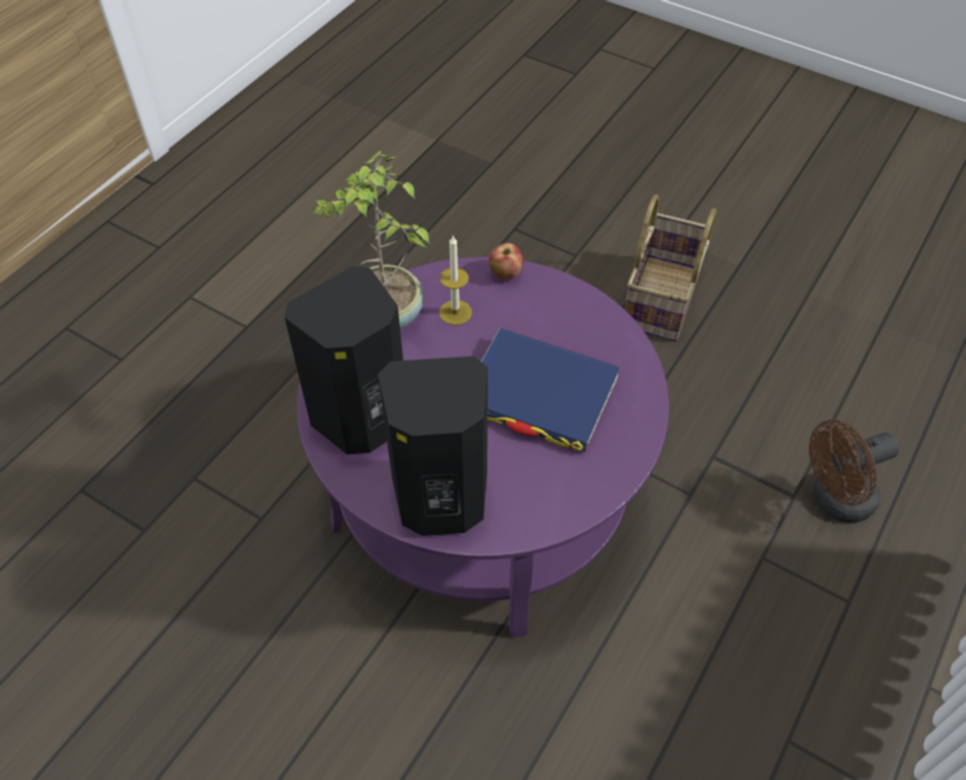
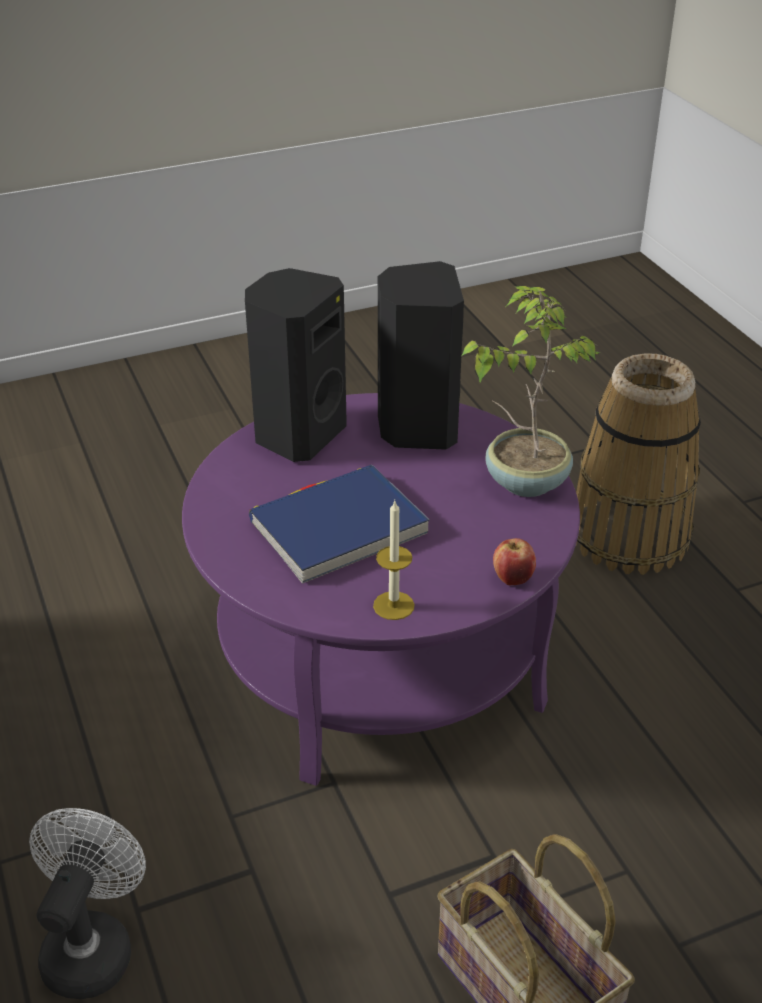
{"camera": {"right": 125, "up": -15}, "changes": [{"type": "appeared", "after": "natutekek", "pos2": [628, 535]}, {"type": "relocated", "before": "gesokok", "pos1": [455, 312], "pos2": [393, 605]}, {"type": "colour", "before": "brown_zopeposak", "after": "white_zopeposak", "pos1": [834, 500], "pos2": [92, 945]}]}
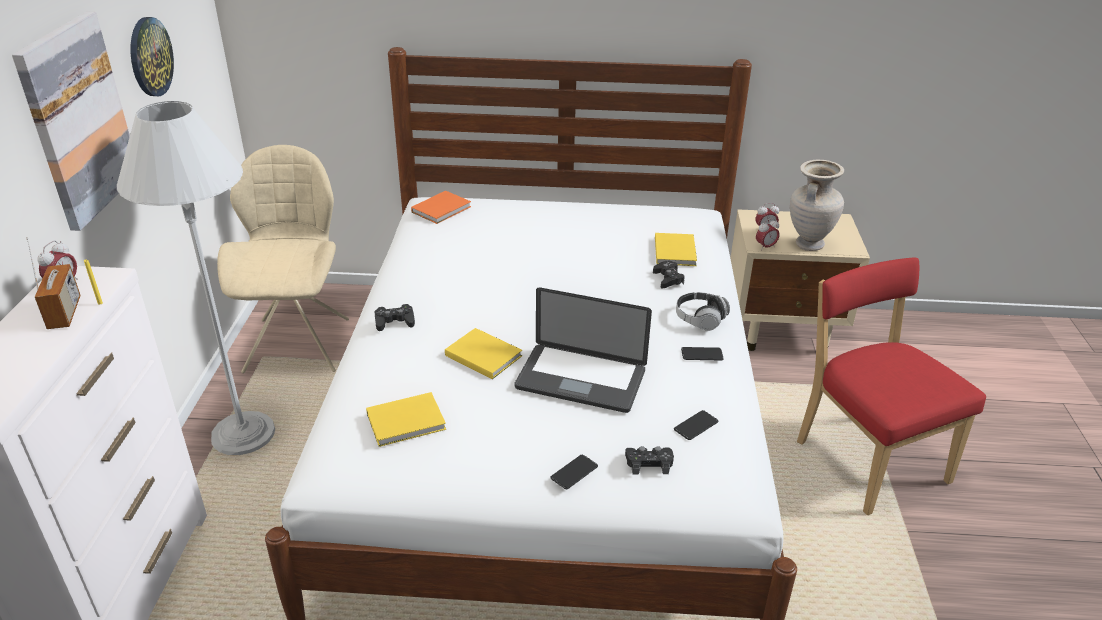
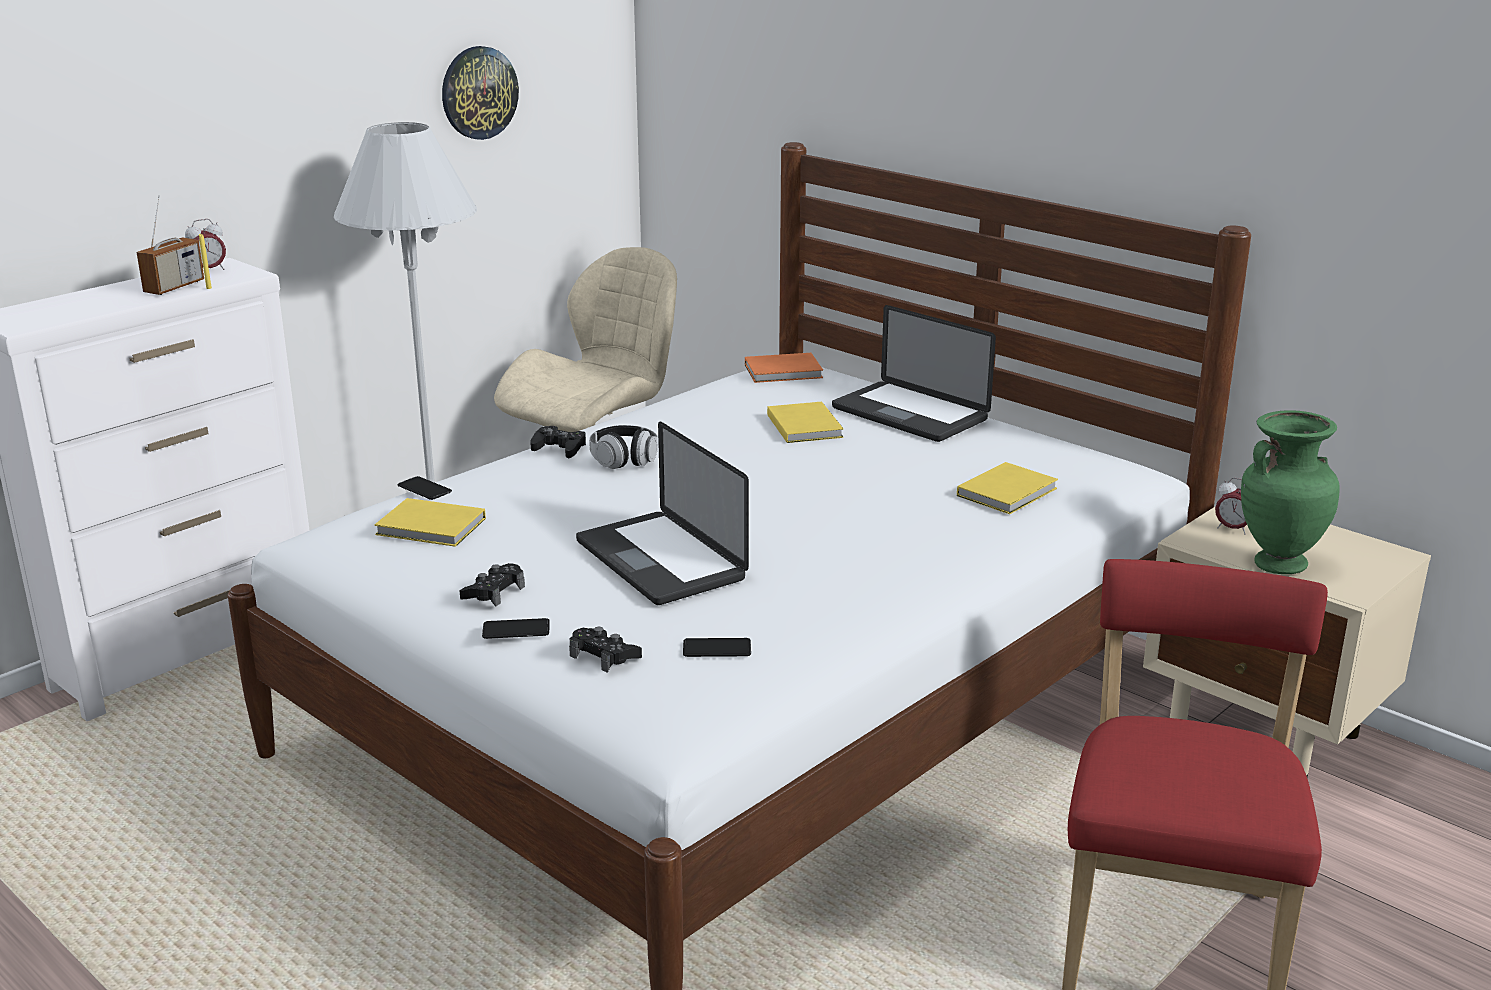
{"camera": {"right": 40, "up": -10}, "changes": [{"type": "missing", "before": "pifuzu", "pos1": [77, 120]}, {"type": "missing", "before": "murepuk", "pos1": [765, 247]}, {"type": "appeared", "after": "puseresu", "pos2": [909, 414]}, {"type": "relocated", "before": "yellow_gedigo", "pos1": [482, 354], "pos2": [805, 425]}, {"type": "relocated", "before": "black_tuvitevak", "pos1": [668, 279], "pos2": [493, 592]}, {"type": "relocated", "before": "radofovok", "pos1": [700, 319], "pos2": [624, 459]}, {"type": "relocated", "before": "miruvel", "pos1": [702, 354], "pos2": [424, 489]}, {"type": "colour", "before": "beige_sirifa", "after": "green_sirifa", "pos1": [808, 244], "pos2": [1277, 564]}]}
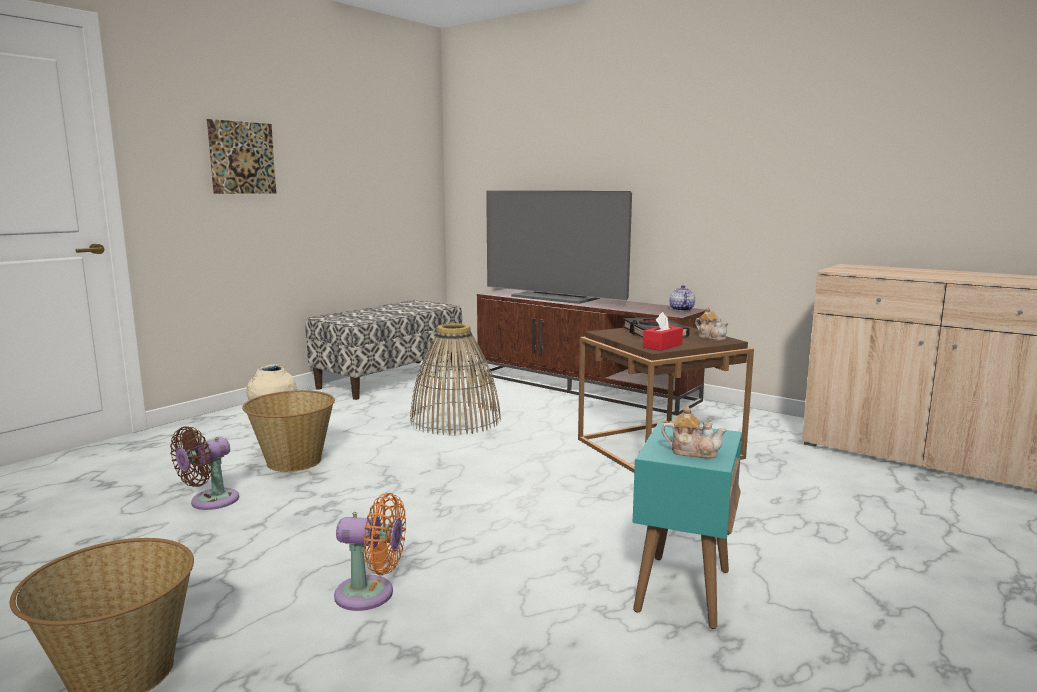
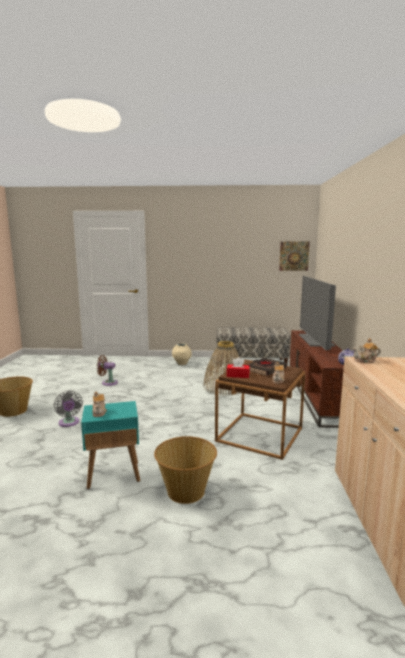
{"camera": {"right": 55, "up": 0}, "changes": [{"type": "appeared", "after": "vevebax", "pos2": [365, 361]}, {"type": "relocated", "before": "pifuzu", "pos1": [242, 157], "pos2": [294, 256]}, {"type": "relocated", "before": "natutekek", "pos1": [293, 461], "pos2": [186, 491]}, {"type": "colour", "before": "orange_zopeposak", "after": "grey_zopeposak", "pos1": [370, 594], "pos2": [69, 423]}]}
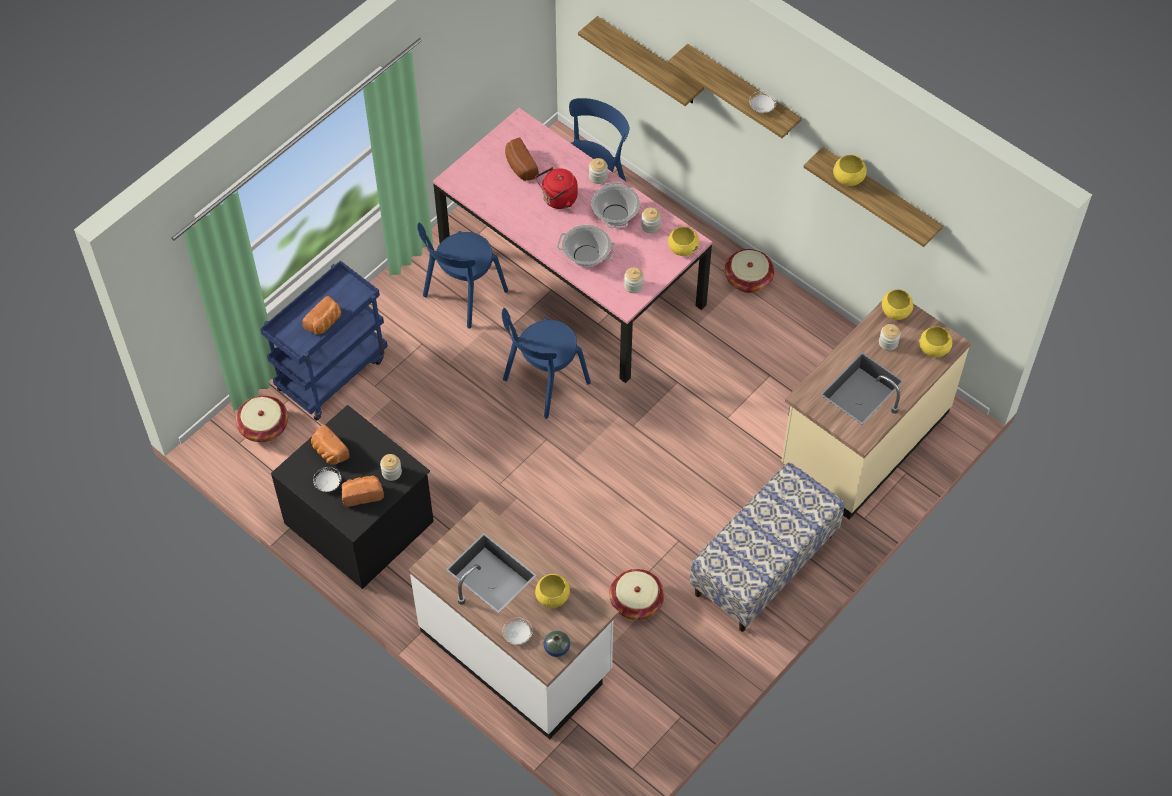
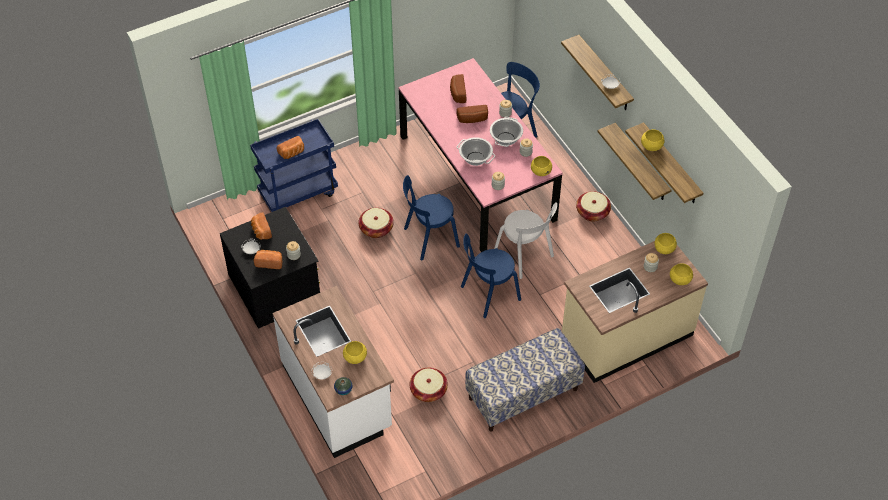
{"camera": {"right": 20, "up": -5}, "changes": [{"type": "appeared", "after": "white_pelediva", "pos2": [525, 256]}, {"type": "relocated", "before": "natutekek", "pos1": [264, 427], "pos2": [376, 229]}, {"type": "relocated", "before": "blue_pelediva", "pos1": [462, 295], "pos2": [488, 294]}, {"type": "relocated", "before": "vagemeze", "pos1": [649, 62], "pos2": [641, 163]}, {"type": "exchanged", "before": "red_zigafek", "after": "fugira", "pos1": [557, 199], "pos2": [472, 119]}]}
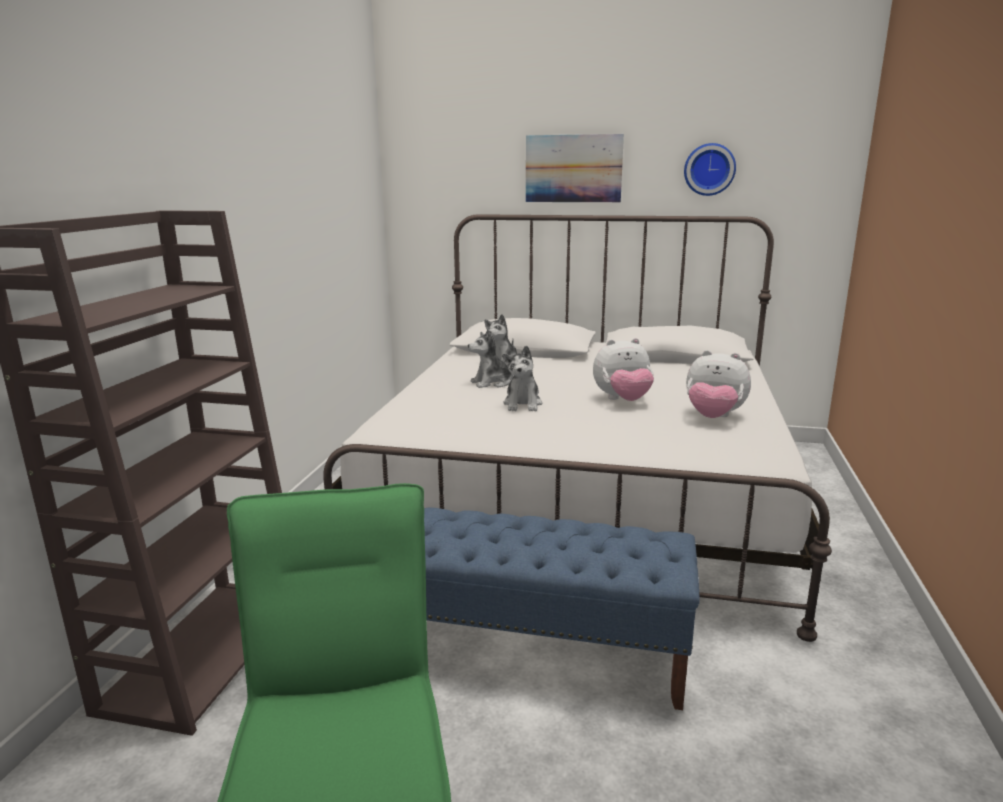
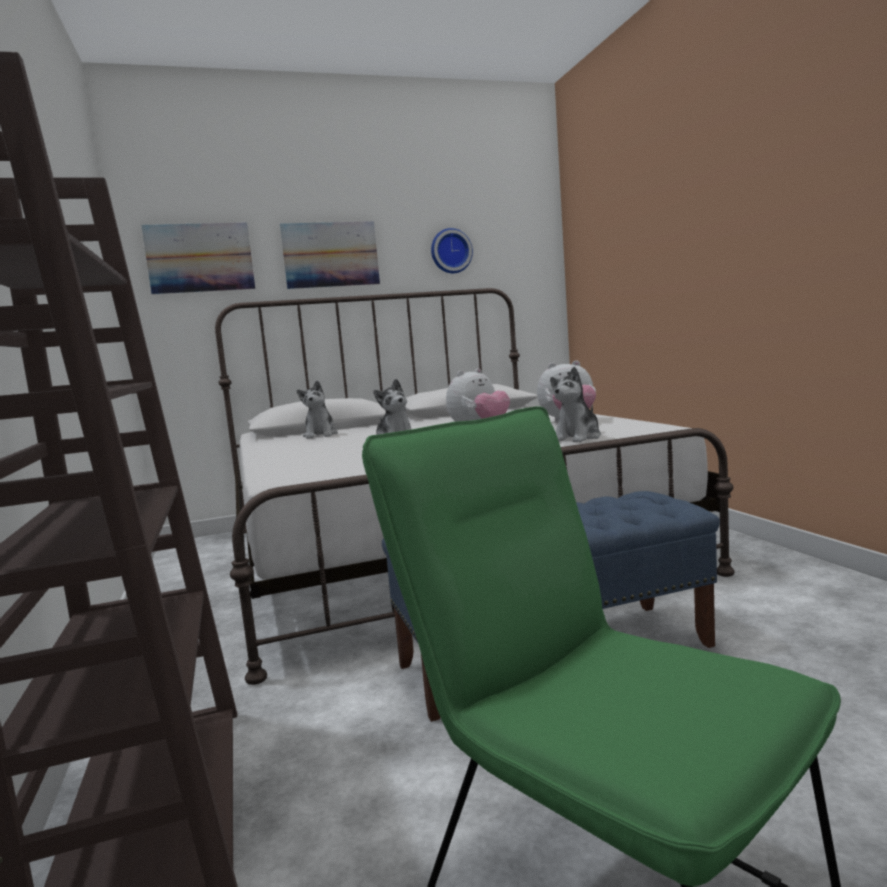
{"camera": {"right": -30, "up": -10}, "changes": [{"type": "appeared", "after": "pifuzu", "pos2": [200, 258]}, {"type": "relocated", "before": "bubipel", "pos1": [493, 383], "pos2": [577, 438]}]}
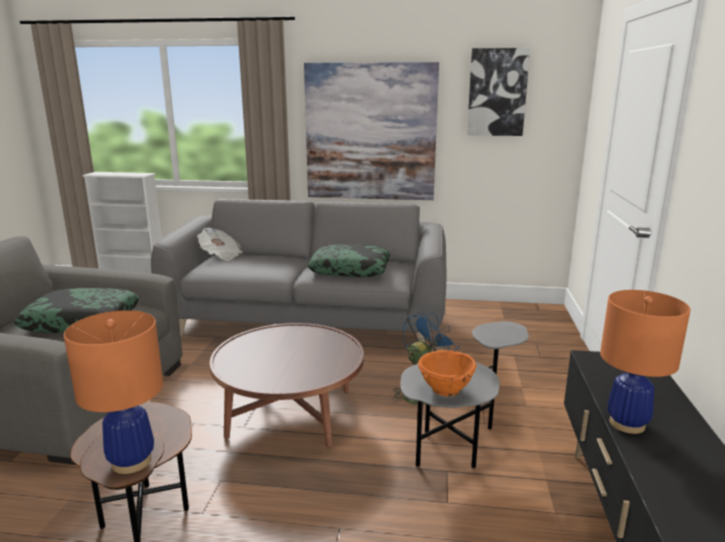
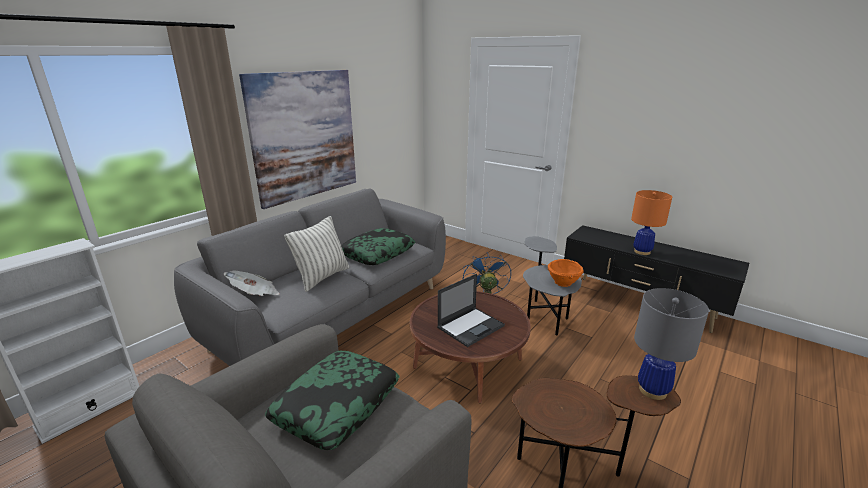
{"camera": {"right": -60, "up": 5}, "changes": [{"type": "missing", "before": "pifuzu", "pos1": [497, 92]}, {"type": "appeared", "after": "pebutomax", "pos2": [322, 277]}, {"type": "appeared", "after": "puseresu", "pos2": [471, 326]}, {"type": "colour", "before": "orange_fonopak", "after": "grey_fonopak", "pos1": [131, 461], "pos2": [652, 390]}]}
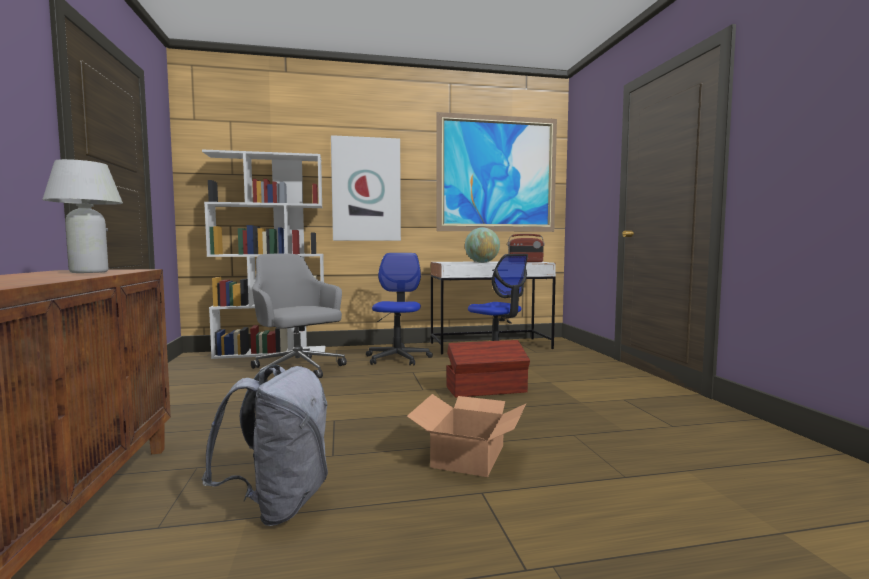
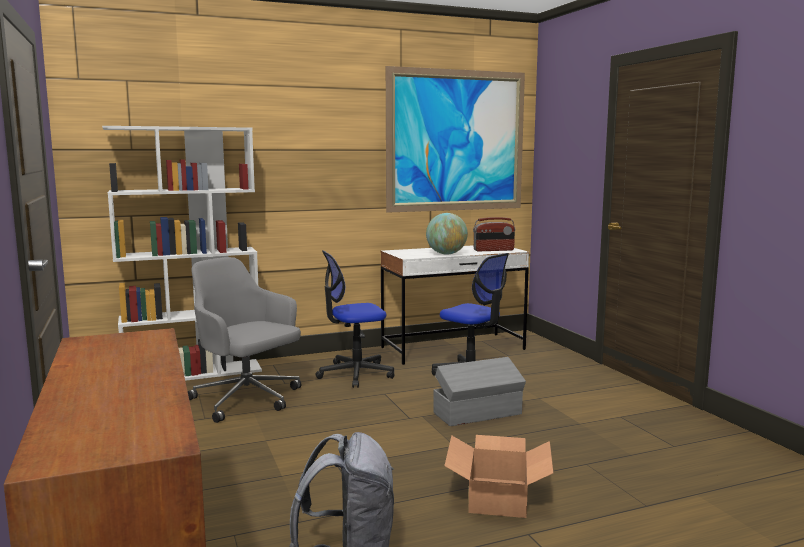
{"camera": {"right": -10, "up": 5}, "changes": [{"type": "missing", "before": "white_fonopak", "pos1": [89, 272]}, {"type": "missing", "before": "pifuzu", "pos1": [366, 189]}, {"type": "colour", "before": "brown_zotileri", "after": "grey_zotileri", "pos1": [487, 390], "pos2": [479, 414]}, {"type": "spun", "before": "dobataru", "pos1": [397, 358], "pos2": [355, 374], "turn": -105}]}
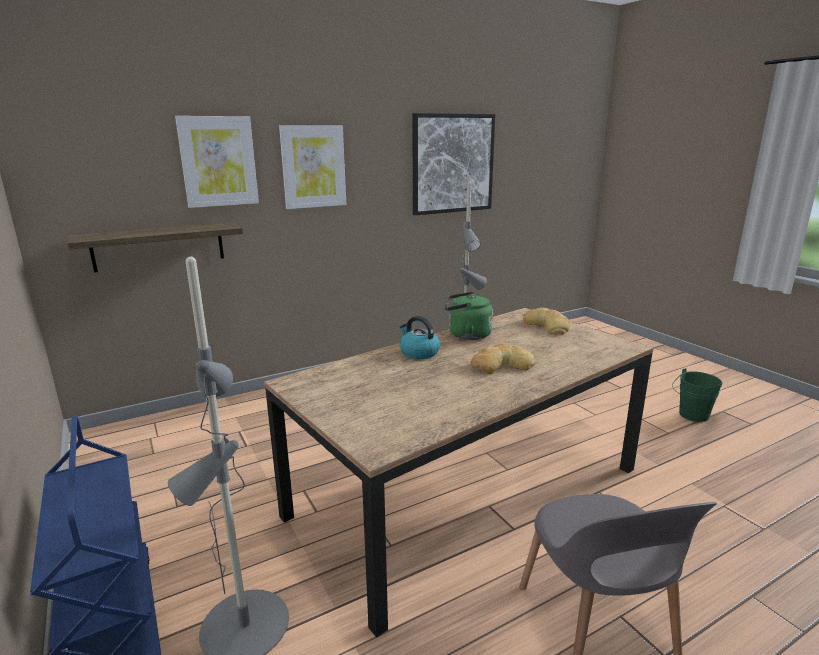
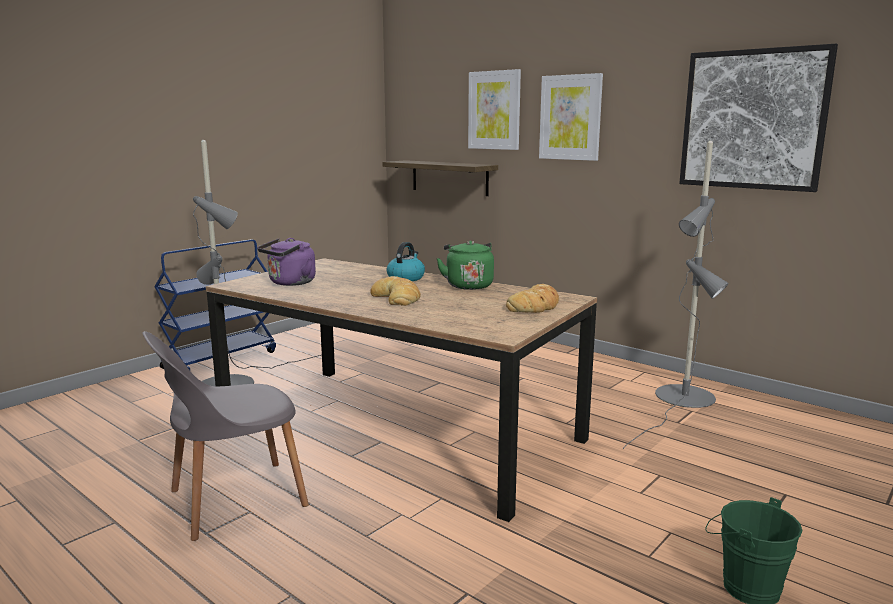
{"camera": {"right": 70, "up": -5}, "changes": [{"type": "appeared", "after": "purple_zigafek", "pos2": [290, 283]}]}
